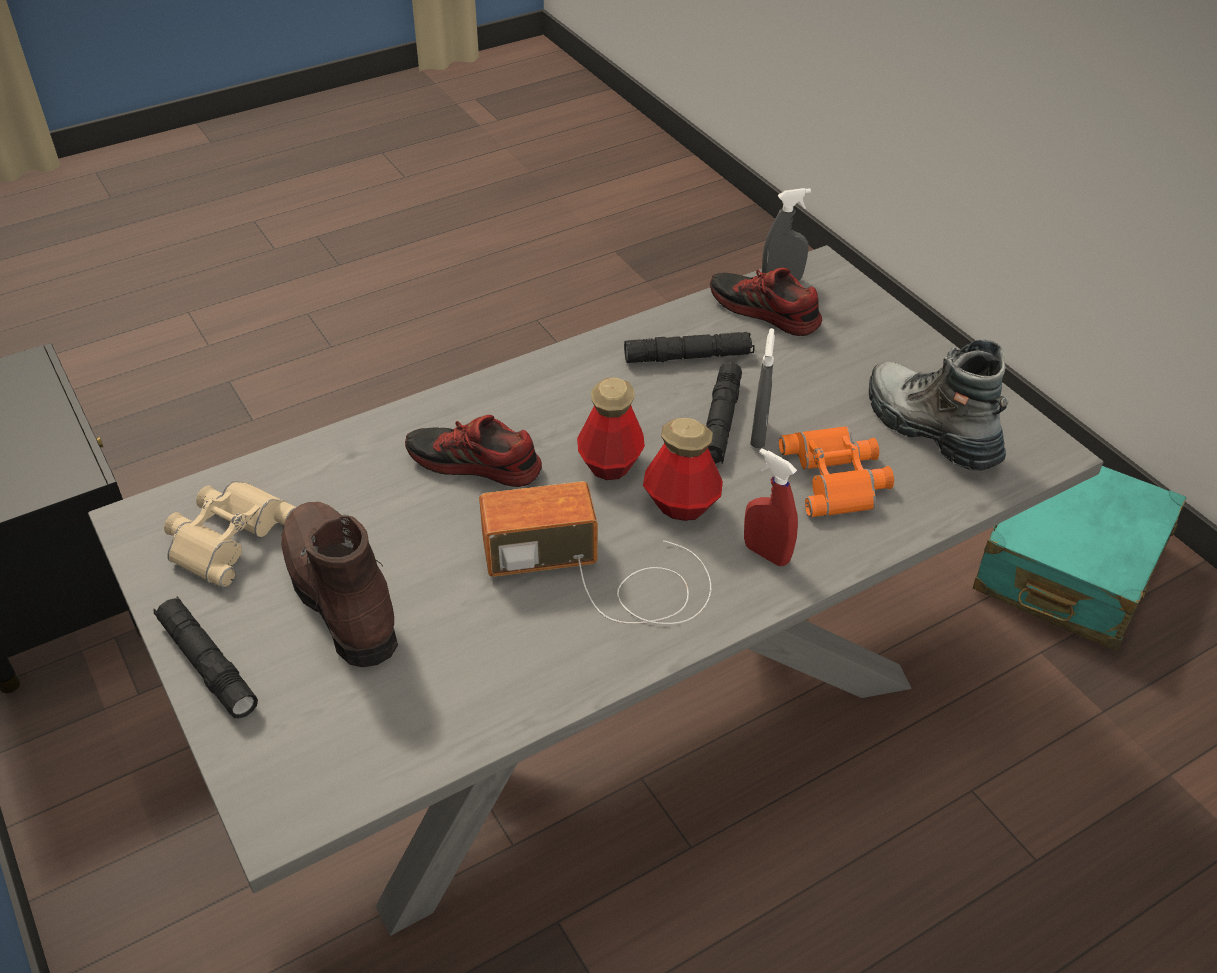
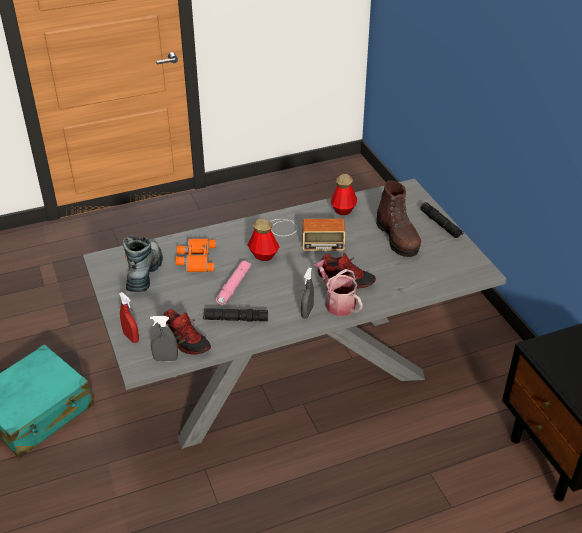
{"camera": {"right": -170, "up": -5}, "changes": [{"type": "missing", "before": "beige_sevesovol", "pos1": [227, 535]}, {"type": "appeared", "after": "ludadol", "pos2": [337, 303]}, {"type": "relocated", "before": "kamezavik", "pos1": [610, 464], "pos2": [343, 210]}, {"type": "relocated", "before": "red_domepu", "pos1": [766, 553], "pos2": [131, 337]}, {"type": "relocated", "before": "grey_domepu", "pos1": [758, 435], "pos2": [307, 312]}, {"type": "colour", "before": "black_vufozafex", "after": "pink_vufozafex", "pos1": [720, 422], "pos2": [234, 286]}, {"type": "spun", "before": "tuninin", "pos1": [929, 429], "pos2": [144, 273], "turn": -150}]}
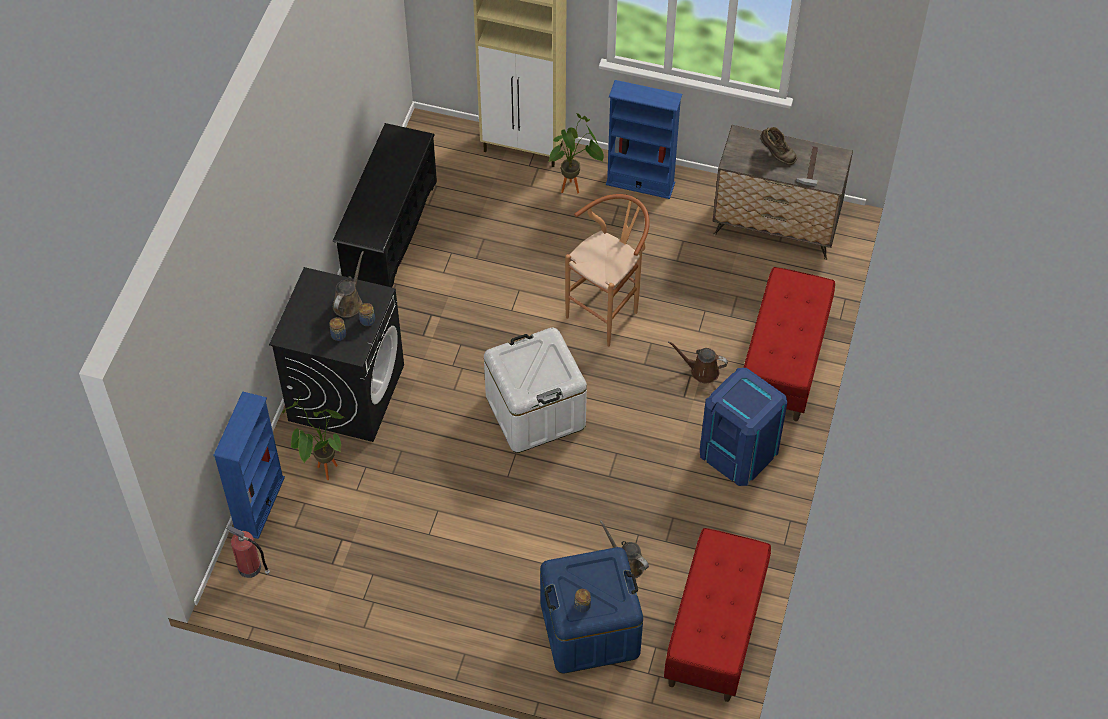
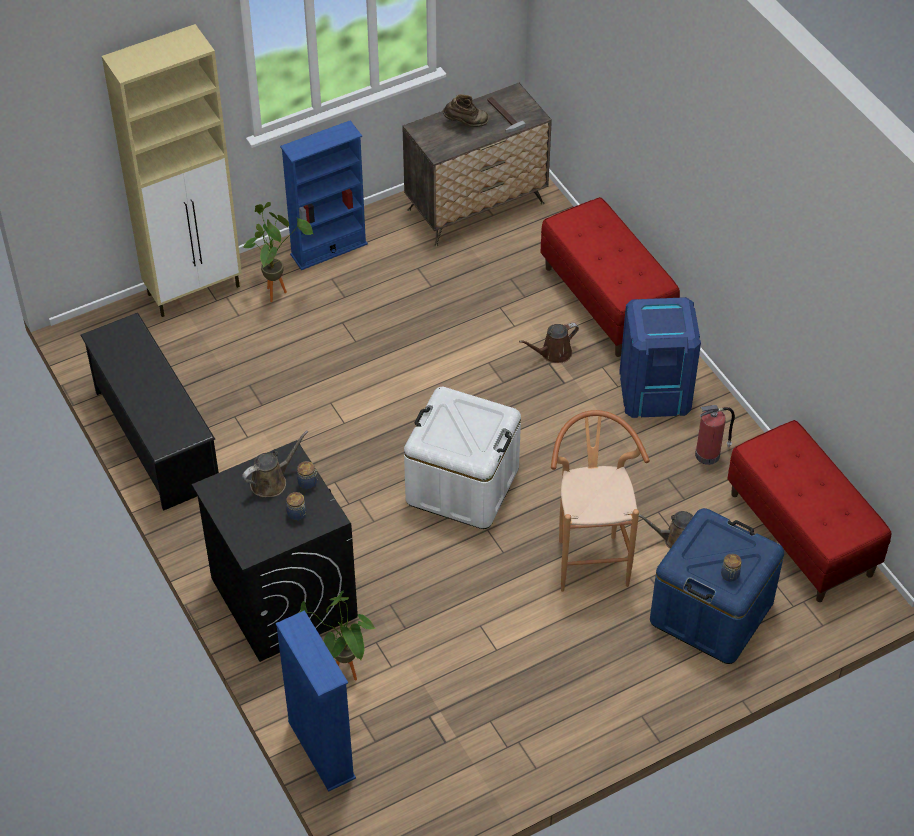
{"camera": {"right": -45, "up": -5}, "changes": [{"type": "relocated", "before": "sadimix", "pos1": [250, 568], "pos2": [709, 454]}, {"type": "relocated", "before": "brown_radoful", "pos1": [607, 312], "pos2": [590, 556]}, {"type": "spun", "before": "brown_ludadol", "pos1": [349, 302], "pos2": [271, 481], "turn": 75}]}
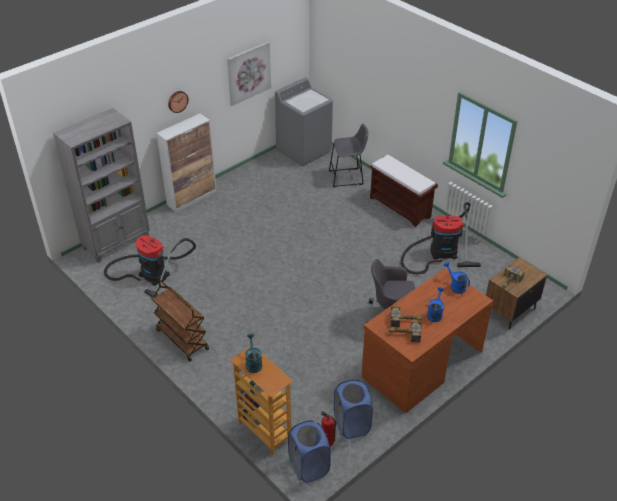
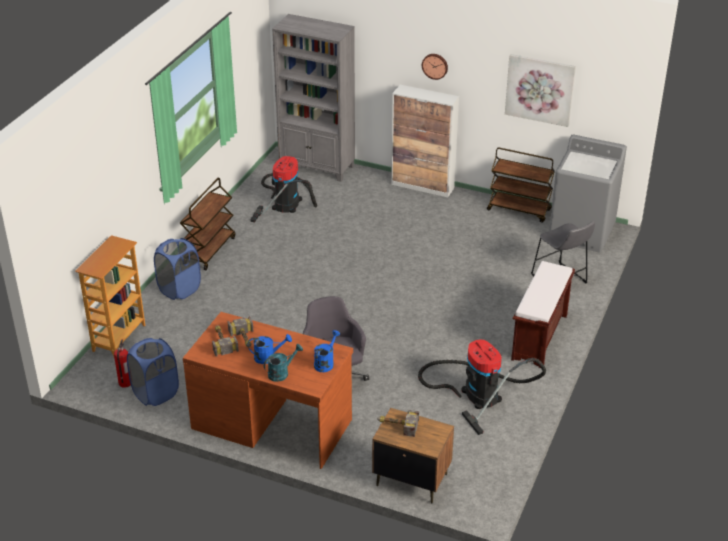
{"camera": {"right": 65, "up": -5}, "changes": [{"type": "appeared", "after": "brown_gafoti", "pos2": [519, 210]}, {"type": "relocated", "before": "turquoise_ludadol", "pos1": [253, 363], "pos2": [281, 373]}, {"type": "relocated", "before": "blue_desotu", "pos1": [308, 466], "pos2": [179, 289]}]}
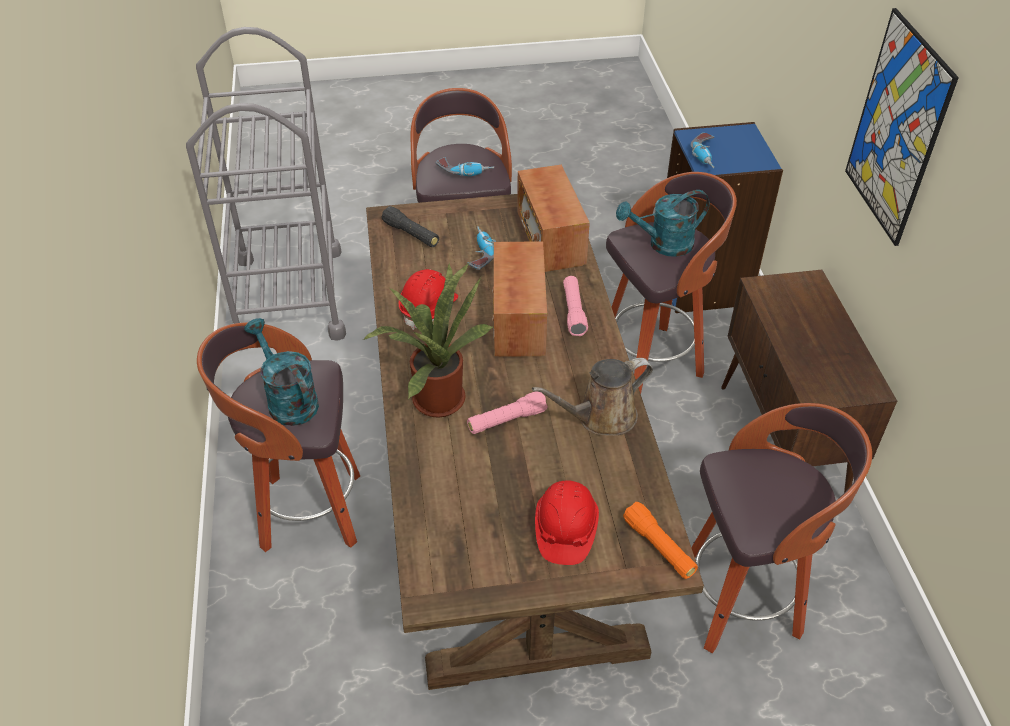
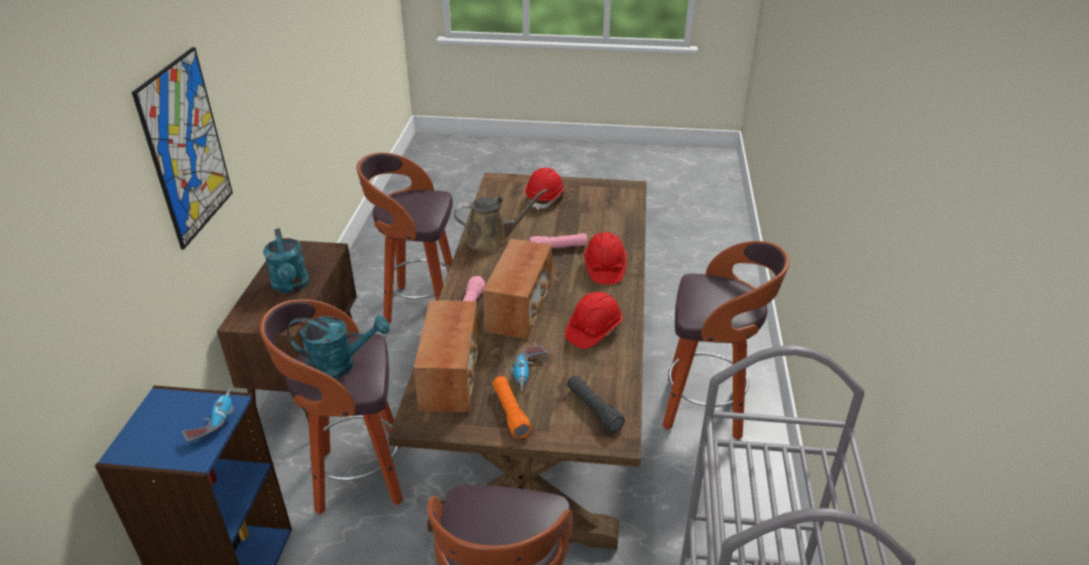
{"camera": {"right": -165, "up": -10}, "changes": [{"type": "missing", "before": "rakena", "pos1": [465, 172]}, {"type": "relocated", "before": "turquoise_ludadol", "pos1": [288, 399], "pos2": [291, 286]}, {"type": "relocated", "before": "orange_vufozafex", "pos1": [659, 547], "pos2": [510, 413]}, {"type": "exchanged", "before": "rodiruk", "after": "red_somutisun", "pos1": [435, 396], "pos2": [604, 269]}]}
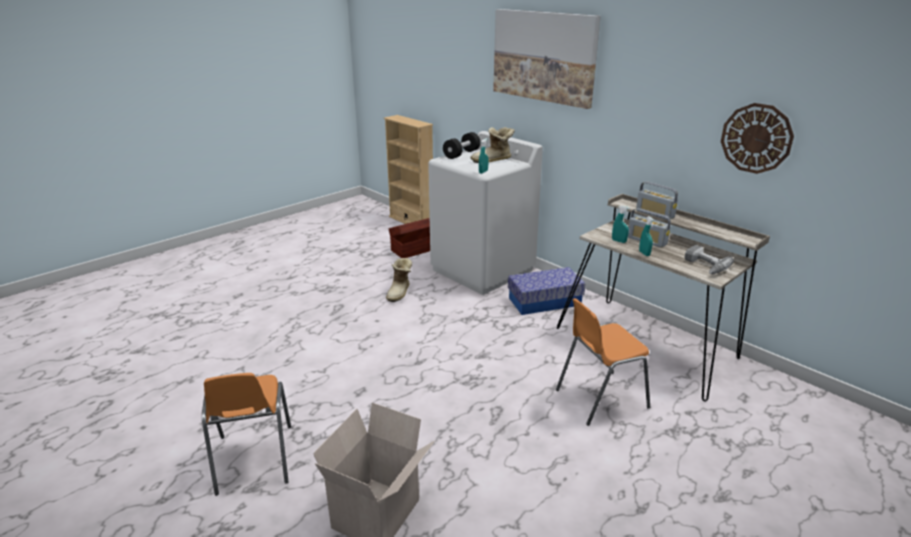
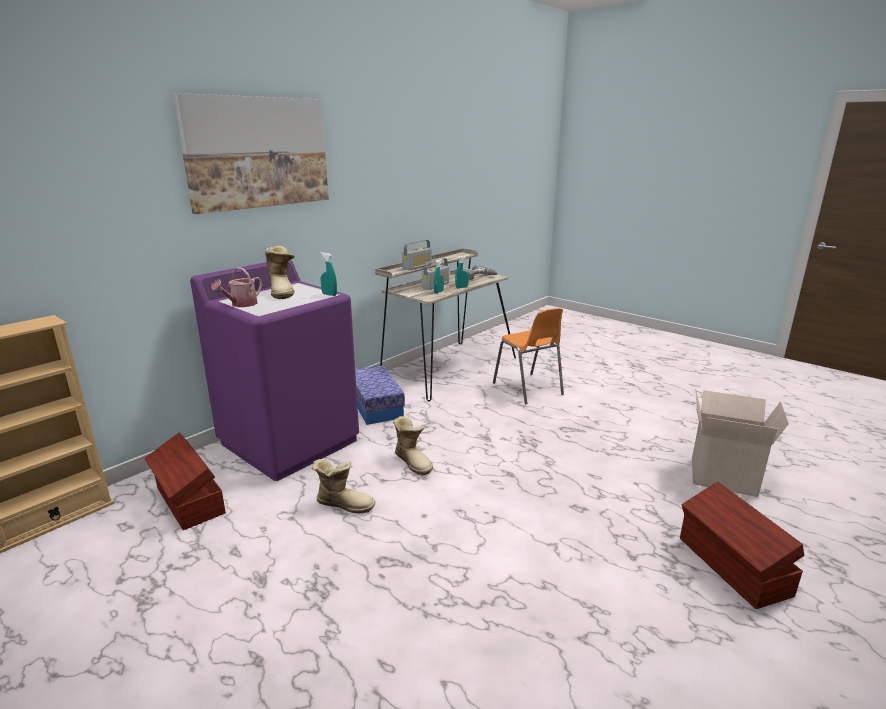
{"camera": {"right": -95, "up": -5}, "changes": [{"type": "missing", "before": "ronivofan", "pos1": [756, 138]}, {"type": "appeared", "after": "tuninin", "pos2": [413, 461]}, {"type": "exchanged", "before": "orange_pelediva", "after": "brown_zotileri", "pos1": [253, 460], "pos2": [732, 567]}, {"type": "exchanged", "before": "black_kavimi", "after": "ludadol", "pos1": [461, 154], "pos2": [241, 304]}, {"type": "colour", "before": "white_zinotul", "after": "purple_zinotul", "pos1": [483, 270], "pos2": [290, 442]}]}
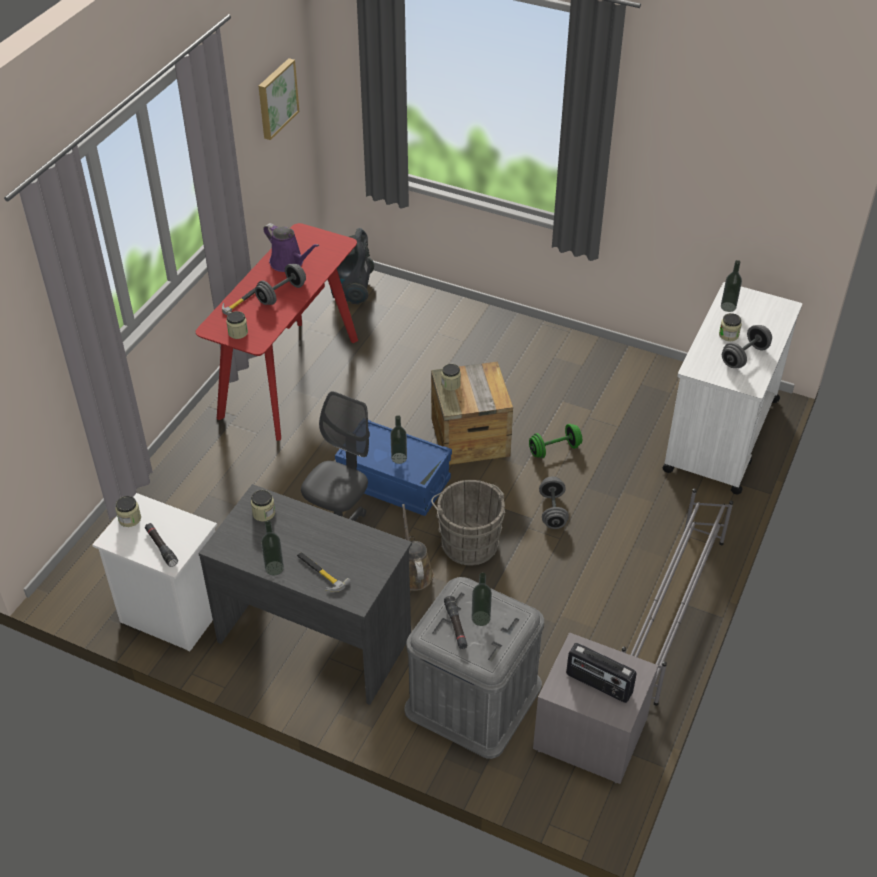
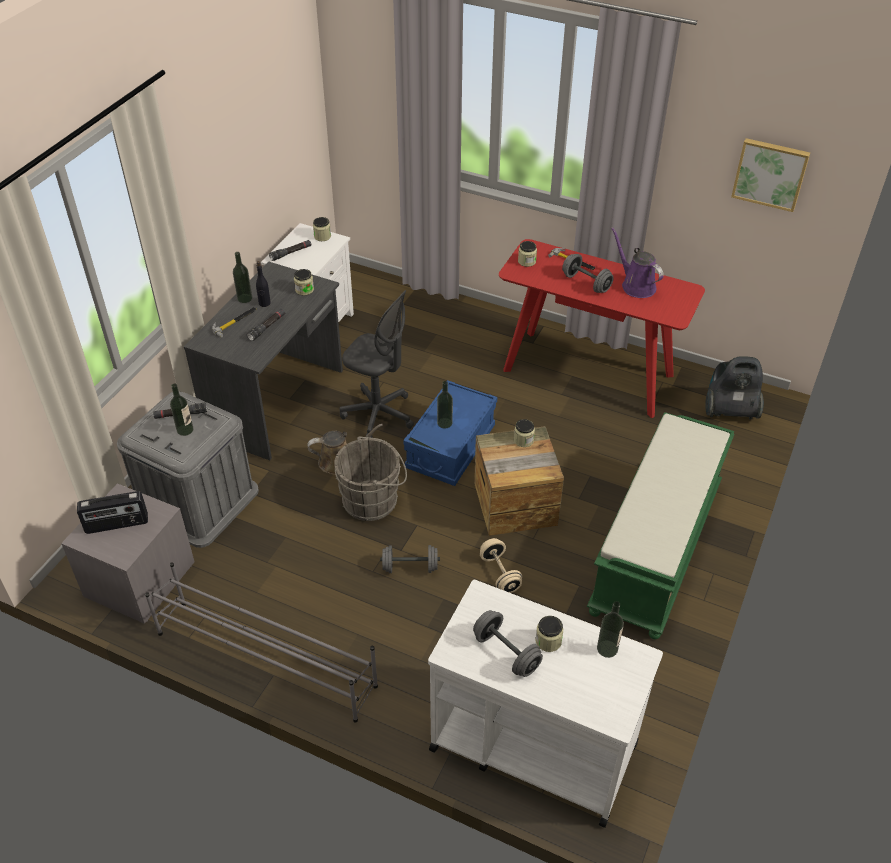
{"camera": {"right": 90, "up": 0}, "changes": [{"type": "appeared", "after": "black_vufozafex", "pos2": [267, 327]}, {"type": "appeared", "after": "black_kamezavik", "pos2": [264, 303]}, {"type": "appeared", "after": "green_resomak", "pos2": [656, 550]}, {"type": "colour", "before": "green_kavimi", "after": "beige_kavimi", "pos1": [554, 449], "pos2": [500, 574]}, {"type": "spun", "before": "purple_ludadol", "pos1": [289, 263], "pos2": [636, 285], "turn": 105}, {"type": "spun", "before": "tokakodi", "pos1": [598, 684], "pos2": [117, 524], "turn": -135}]}
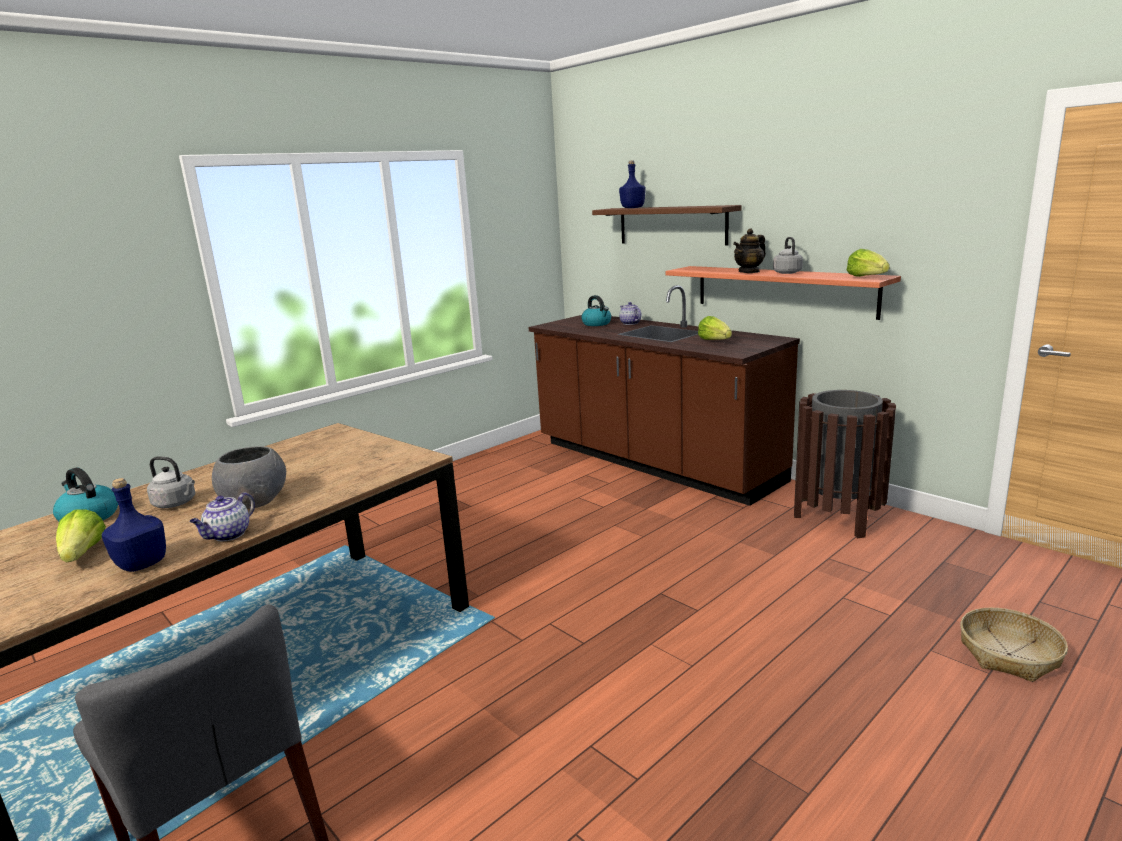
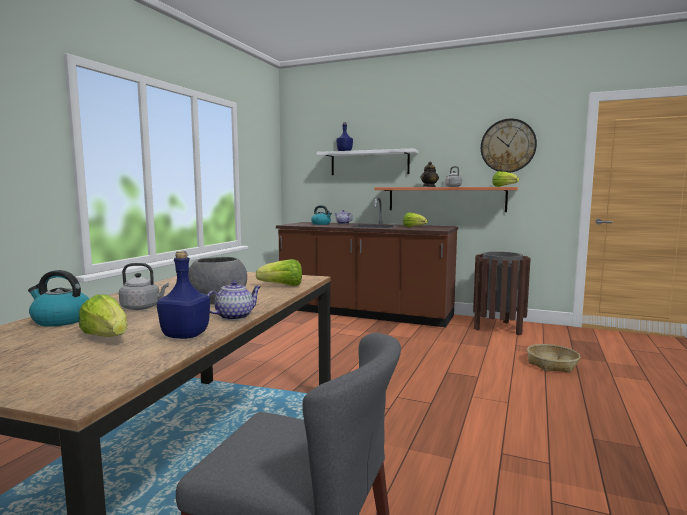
{"camera": {"right": -25, "up": -10}, "changes": [{"type": "appeared", "after": "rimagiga", "pos2": [282, 286]}, {"type": "appeared", "after": "ronivofan", "pos2": [508, 146]}, {"type": "relocated", "before": "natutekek", "pos1": [1009, 655], "pos2": [552, 365]}, {"type": "colour", "before": "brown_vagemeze", "after": "white_vagemeze", "pos1": [671, 225], "pos2": [369, 163]}, {"type": "spun", "before": "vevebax", "pos1": [228, 535], "pos2": [235, 316], "turn": -135}]}
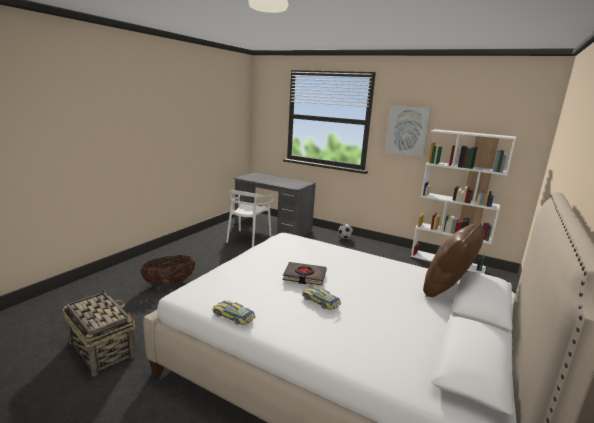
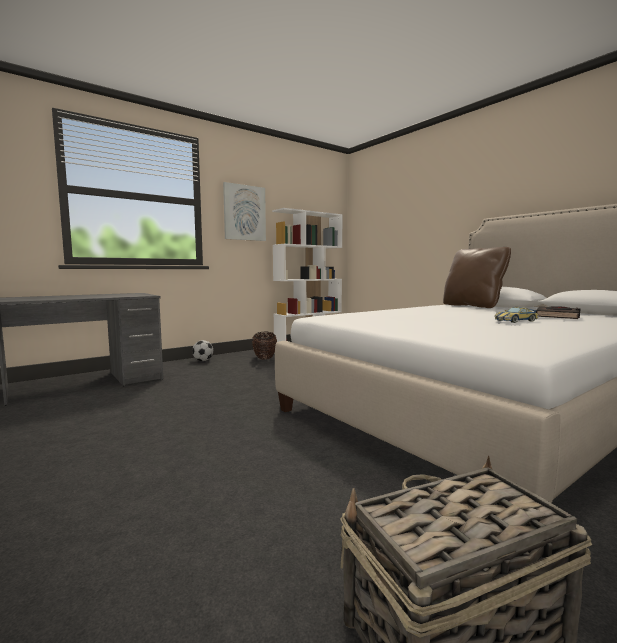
{"camera": {"right": -65, "up": -10}, "changes": [{"type": "missing", "before": "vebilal", "pos1": [233, 316]}, {"type": "missing", "before": "white_pelediva", "pos1": [248, 239]}, {"type": "relocated", "before": "natutekek", "pos1": [169, 283], "pos2": [264, 358]}, {"type": "relocated", "before": "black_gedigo", "pos1": [304, 276], "pos2": [557, 316]}]}
